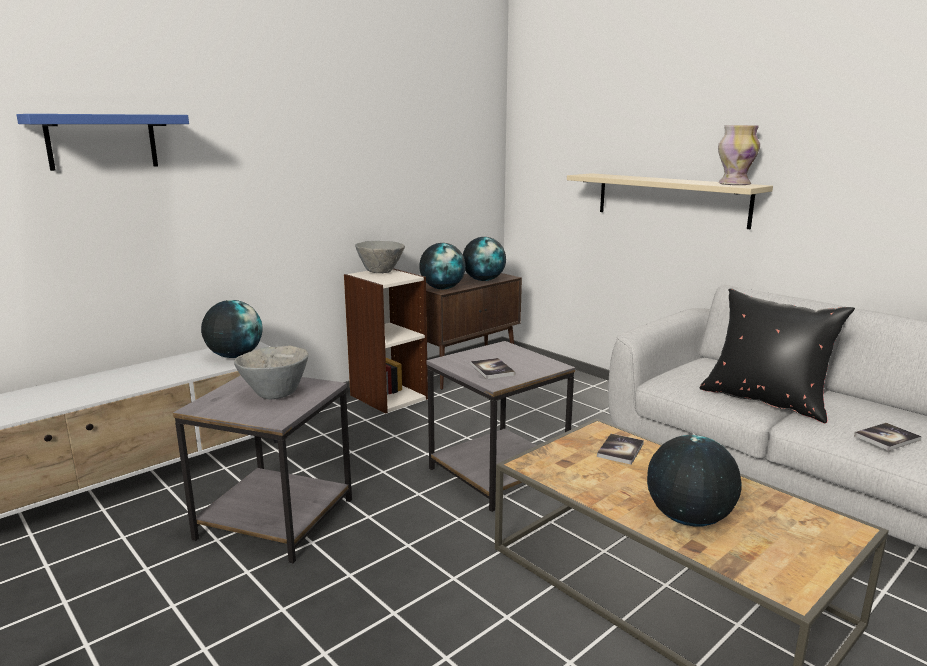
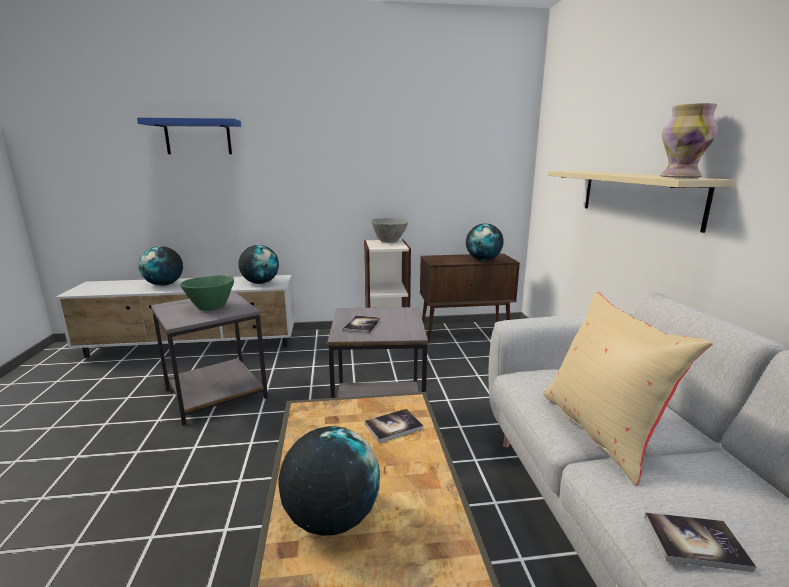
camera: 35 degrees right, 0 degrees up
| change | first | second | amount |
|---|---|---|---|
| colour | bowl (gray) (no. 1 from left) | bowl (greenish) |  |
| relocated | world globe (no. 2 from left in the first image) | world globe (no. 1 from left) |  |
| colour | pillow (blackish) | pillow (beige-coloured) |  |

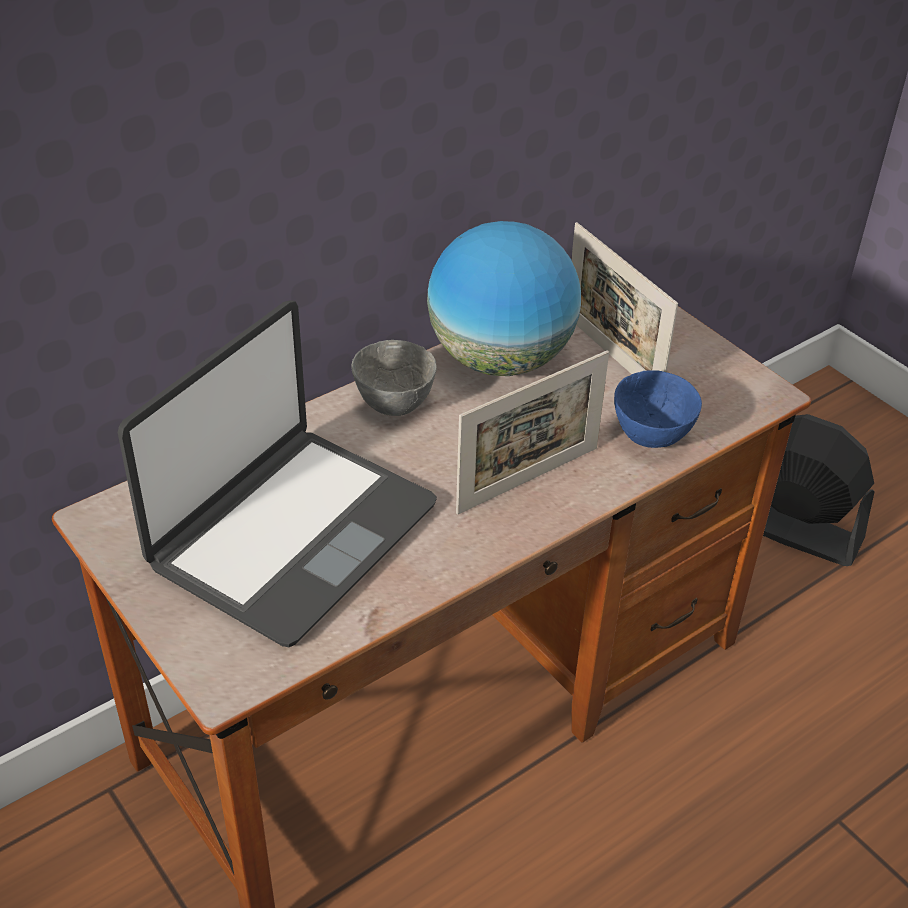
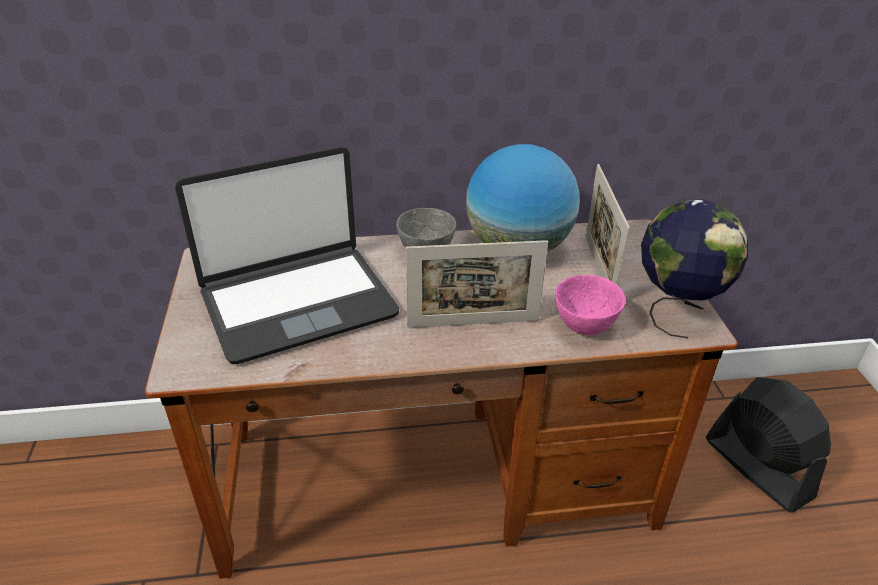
camera: 30 degrees right, 5 degrees down
| change | first | second | amount |
|---|---|---|---|
| colour | bowl (bluish) | bowl (pink) |  |
| appeared |  | world globe (no. 2 from left) |  |

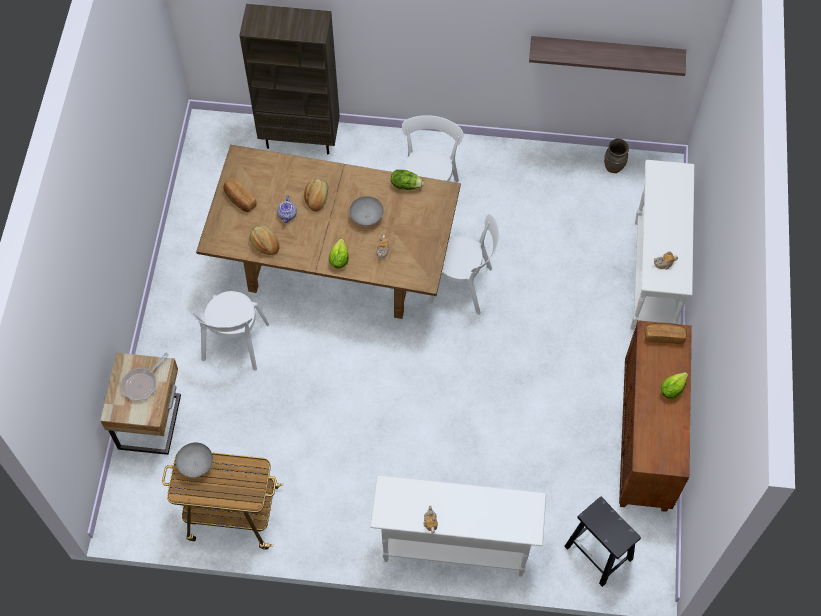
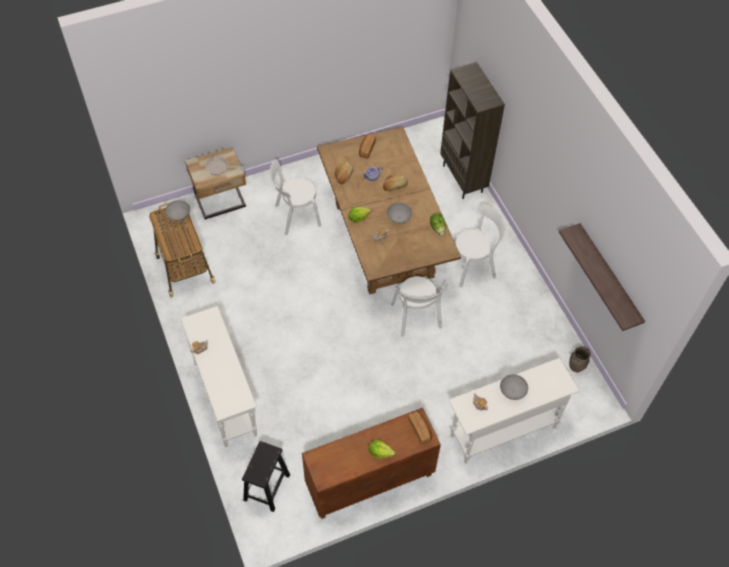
camera: 60 degrees right, 5 degrees down
| change | first | second | amount |
|---|---|---|---|
| appeared |  | bowl (gray) (no. 3 from left) |  |

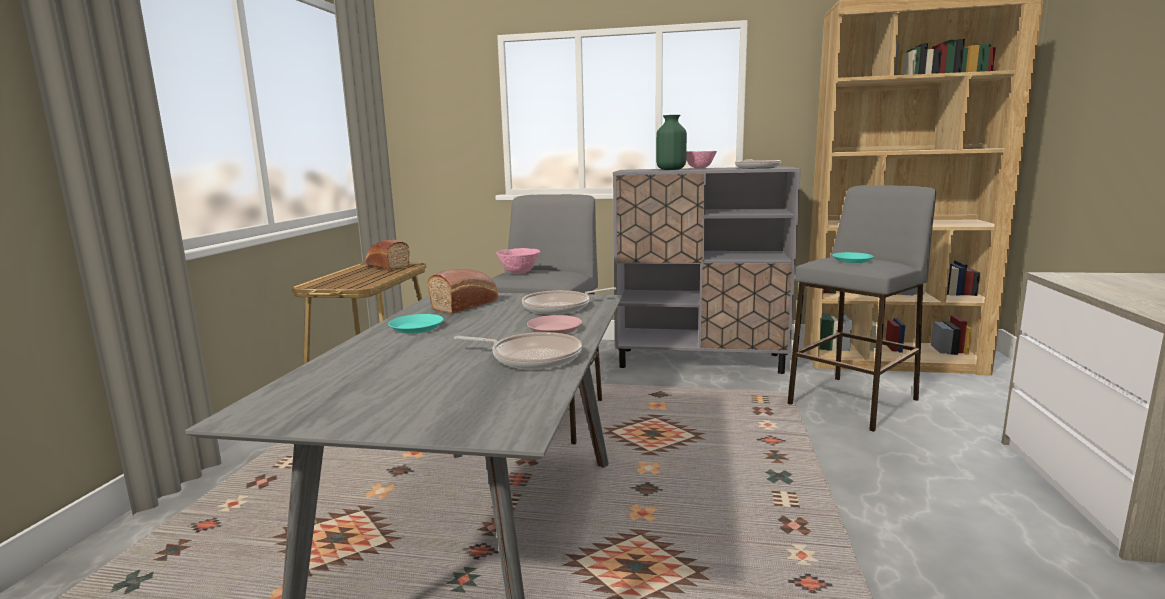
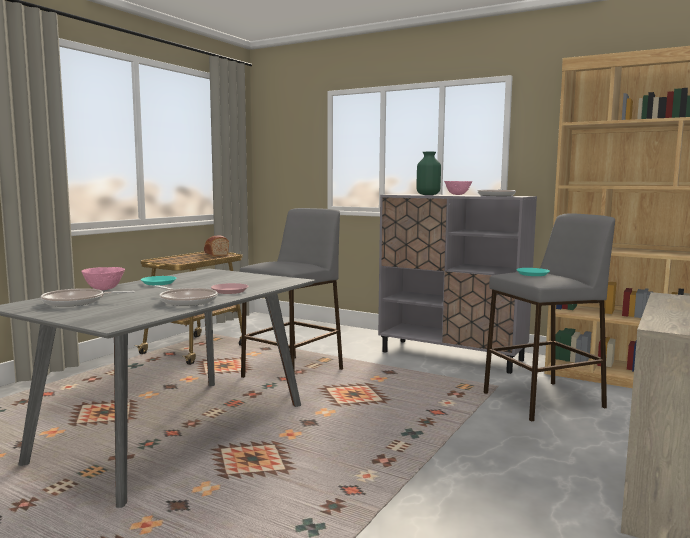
camera: 20 degrees right, 5 degrees down
| change | first | second | amount |
|---|---|---|---|
| missing | bakery bread (no. 2 from left) |  |  |
| relocated | bowl (pink) (no. 1 from left) |  |  |
| relocated | frying pan (no. 2 from left in the first image) | frying pan (no. 1 from left) |  |

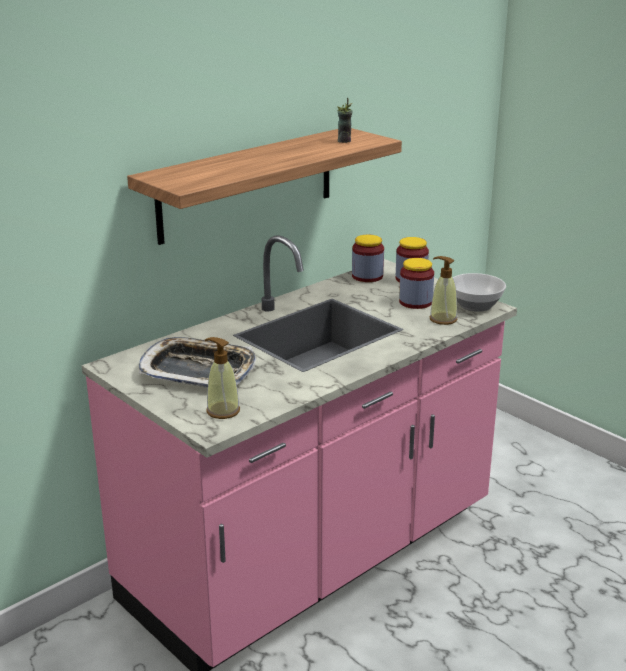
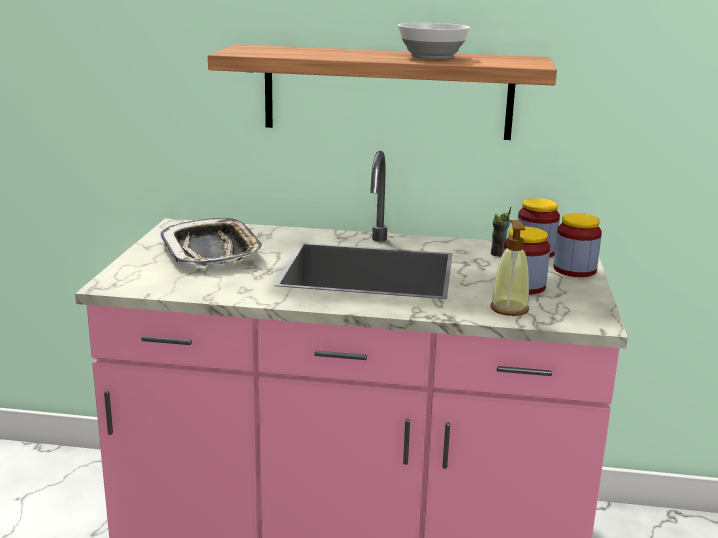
camera: 50 degrees right, 5 degrees down
| change | first | second | amount |
|---|---|---|---|
| missing | soap dispenser (no. 1 from left) |  |  |
| relocated | small cup |  |  |
| relocated | bowl |  |  |

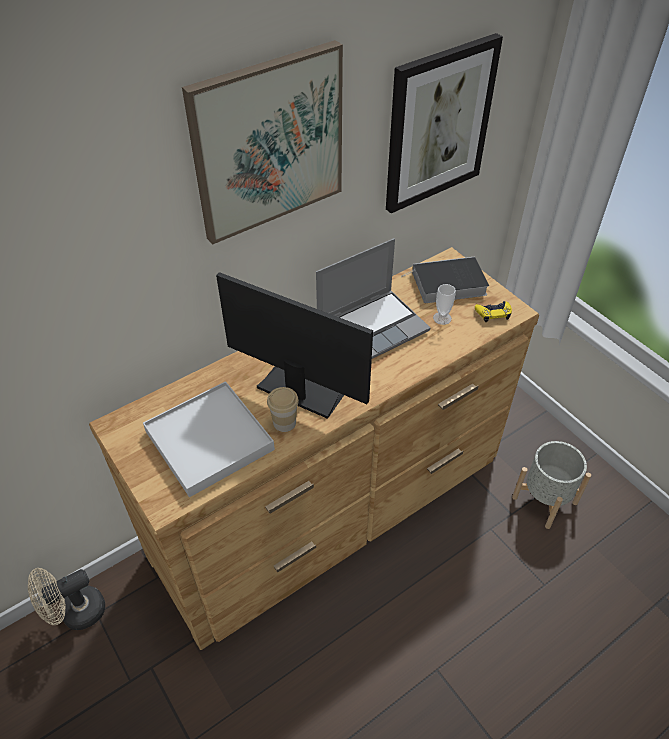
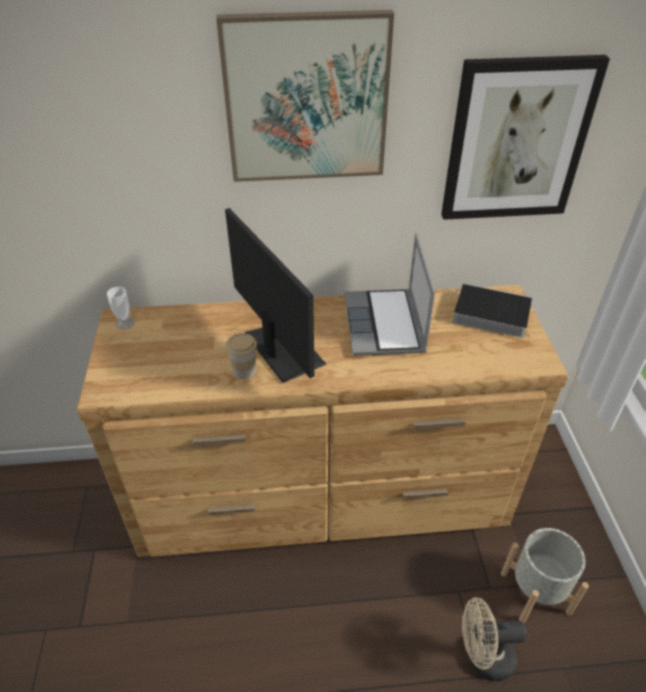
camera: 30 degrees right, 5 degrees down
| change | first | second | amount |
|---|---|---|---|
| relocated | electric fan (beige-coloured) |  |  |
| missing | tray (whitish) |  |  |
| spun | laptop |  | 90 degrees clockwise |
| relocated | small cup (no. 2 from left in the first image) | small cup (no. 1 from left) |  |
| missing | gamepad (yellow) |  |  |

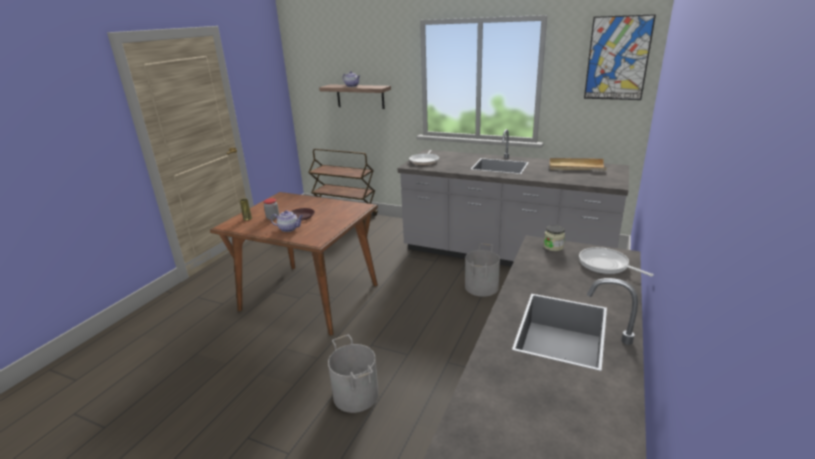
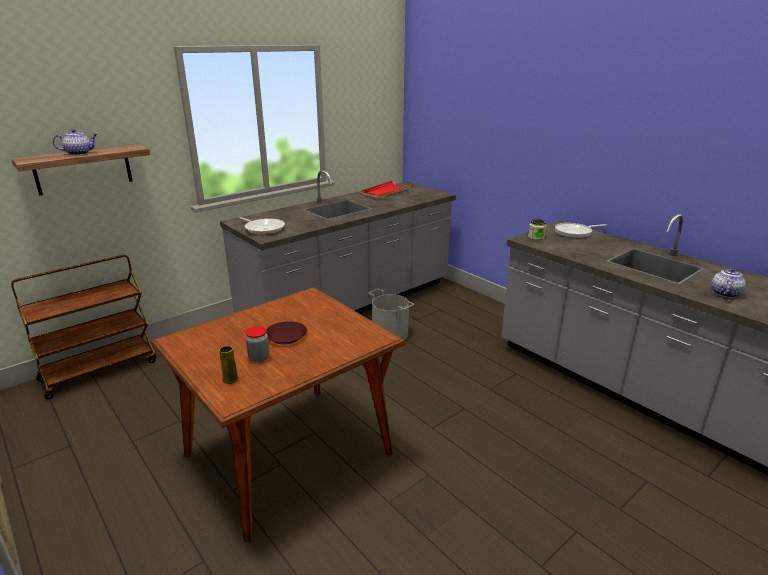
camera: 65 degrees left, 0 degrees up
| change | first | second | amount |
|---|---|---|---|
| relocated | pot for tea (no. 1 from left in the first image) | pot for tea (no. 2 from left) |  |
| missing | water bucket (gray) (no. 1 from left) |  |  |
| colour | tray (beige-coloured) | tray (reddish) |  |
| missing | wall picture |  |  |

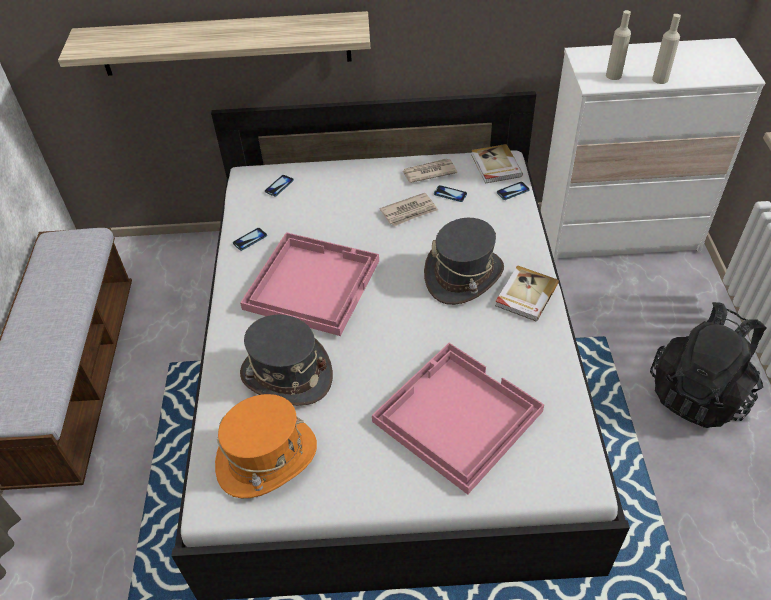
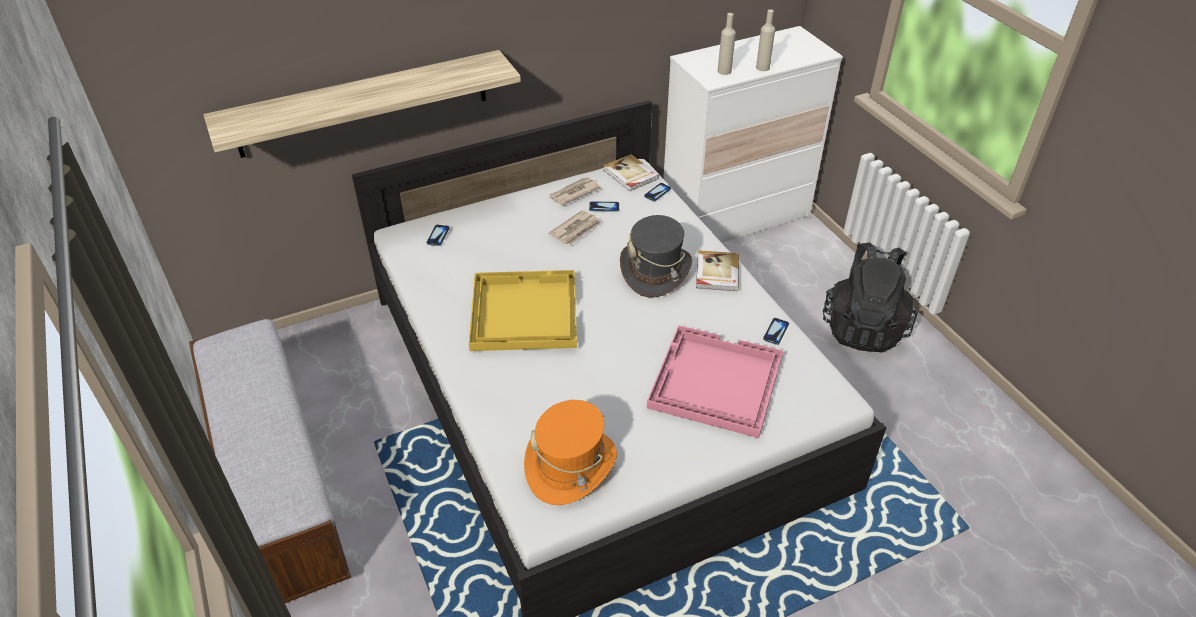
camera: 25 degrees left, 5 degrees down
| change | first | second | amount |
|---|---|---|---|
| relocated | phone (no. 1 from left in the first image) | phone (no. 4 from left) |  |
| colour | tray (pink) (no. 1 from left) | tray (yellow) |  |
| missing | clothing hat (gray) (no. 1 from left) |  |  |

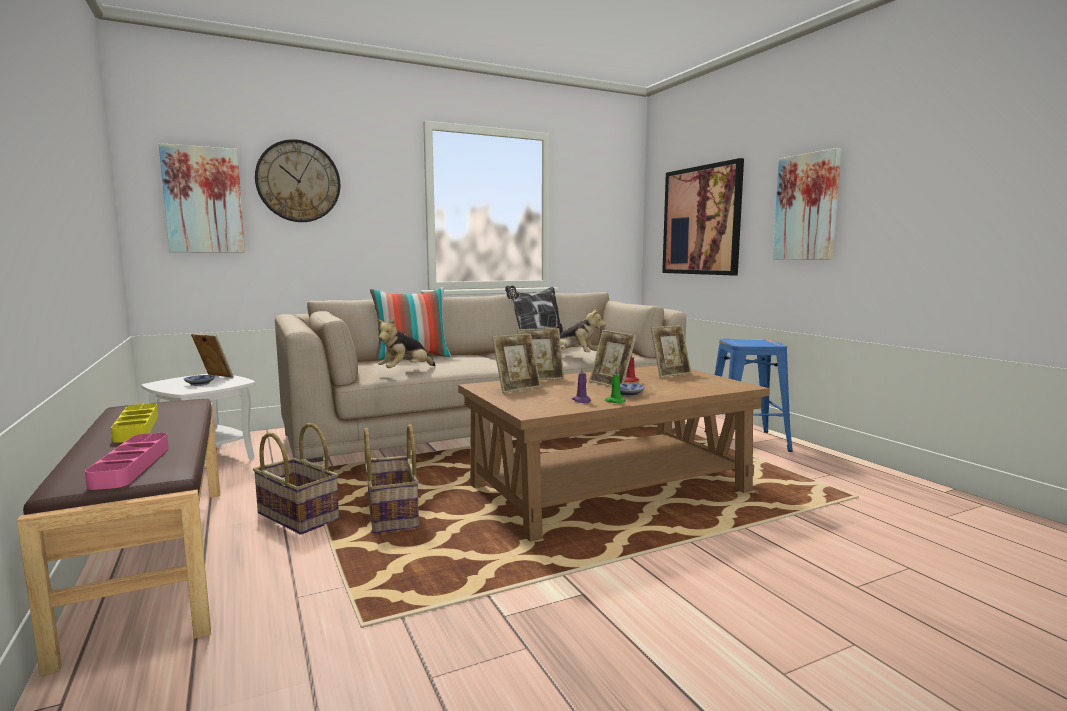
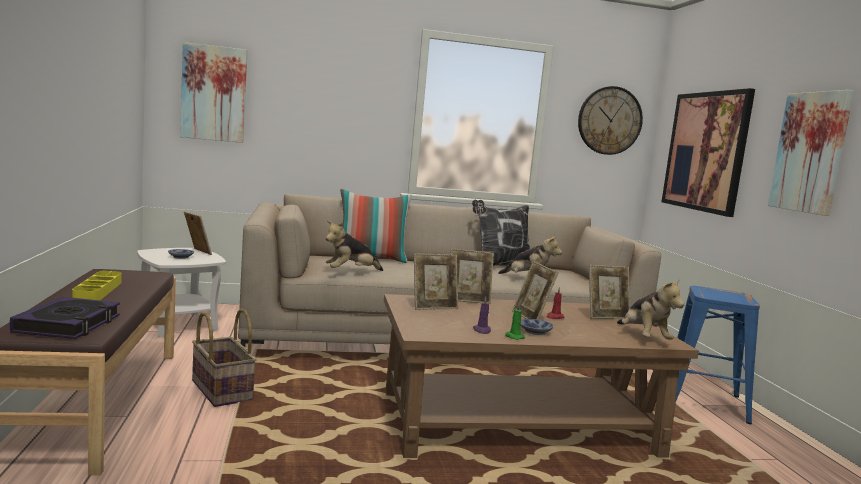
camera: 15 degrees right, 0 degrees up
| change | first | second | amount |
|---|---|---|---|
| exchanged | tray (pink) | book |  |
| relocated | clock on the wall |  |  |
| missing | storage basket (no. 2 from left) |  |  |
| appeared |  | plush toy (no. 3 from left) |  |

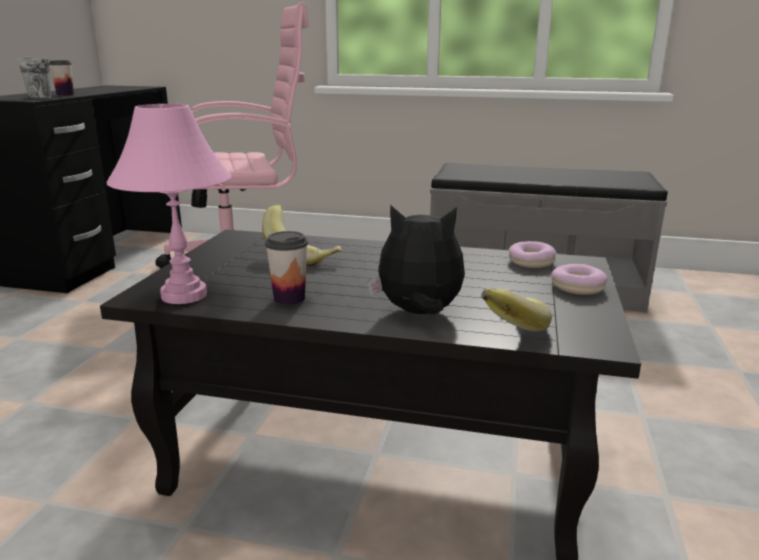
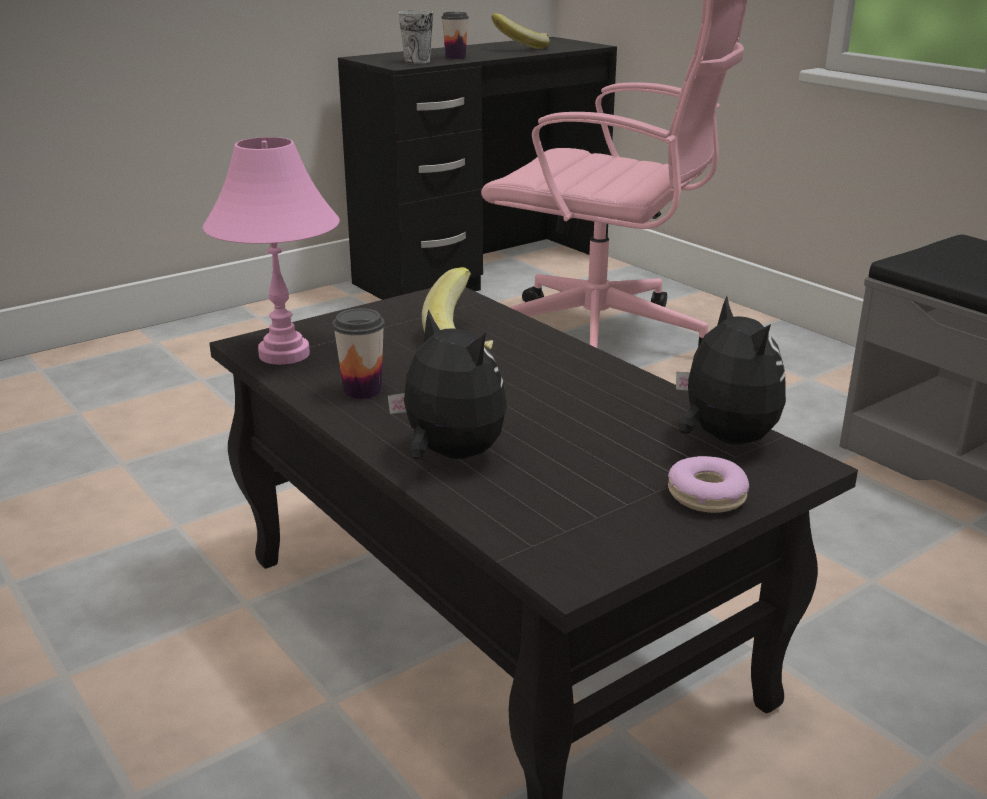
camera: 40 degrees right, 5 degrees up
| change | first | second | amount |
|---|---|---|---|
| relocated | whole banana (no. 2 from left) |  |  |
| exchanged | ring doughnut (no. 1 from left) | plush toy (no. 2 from left) |  |

